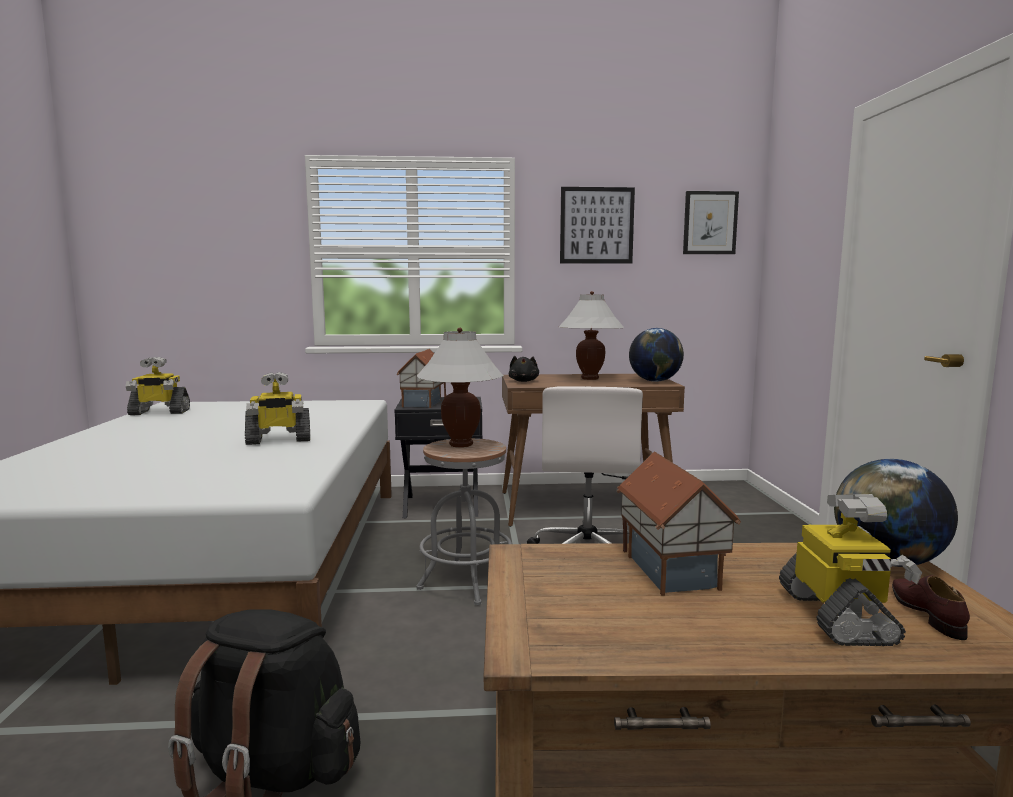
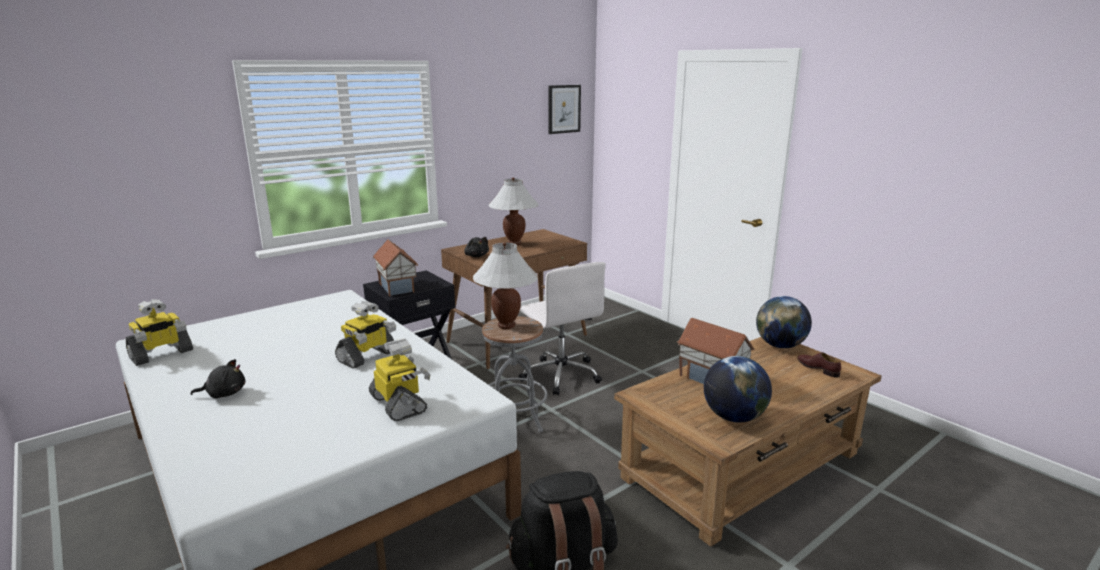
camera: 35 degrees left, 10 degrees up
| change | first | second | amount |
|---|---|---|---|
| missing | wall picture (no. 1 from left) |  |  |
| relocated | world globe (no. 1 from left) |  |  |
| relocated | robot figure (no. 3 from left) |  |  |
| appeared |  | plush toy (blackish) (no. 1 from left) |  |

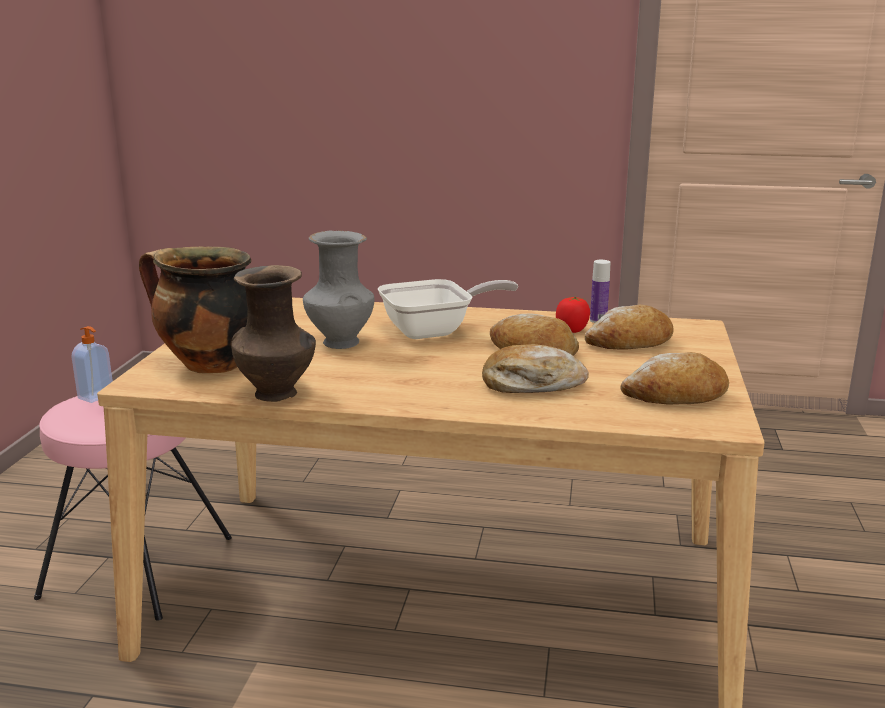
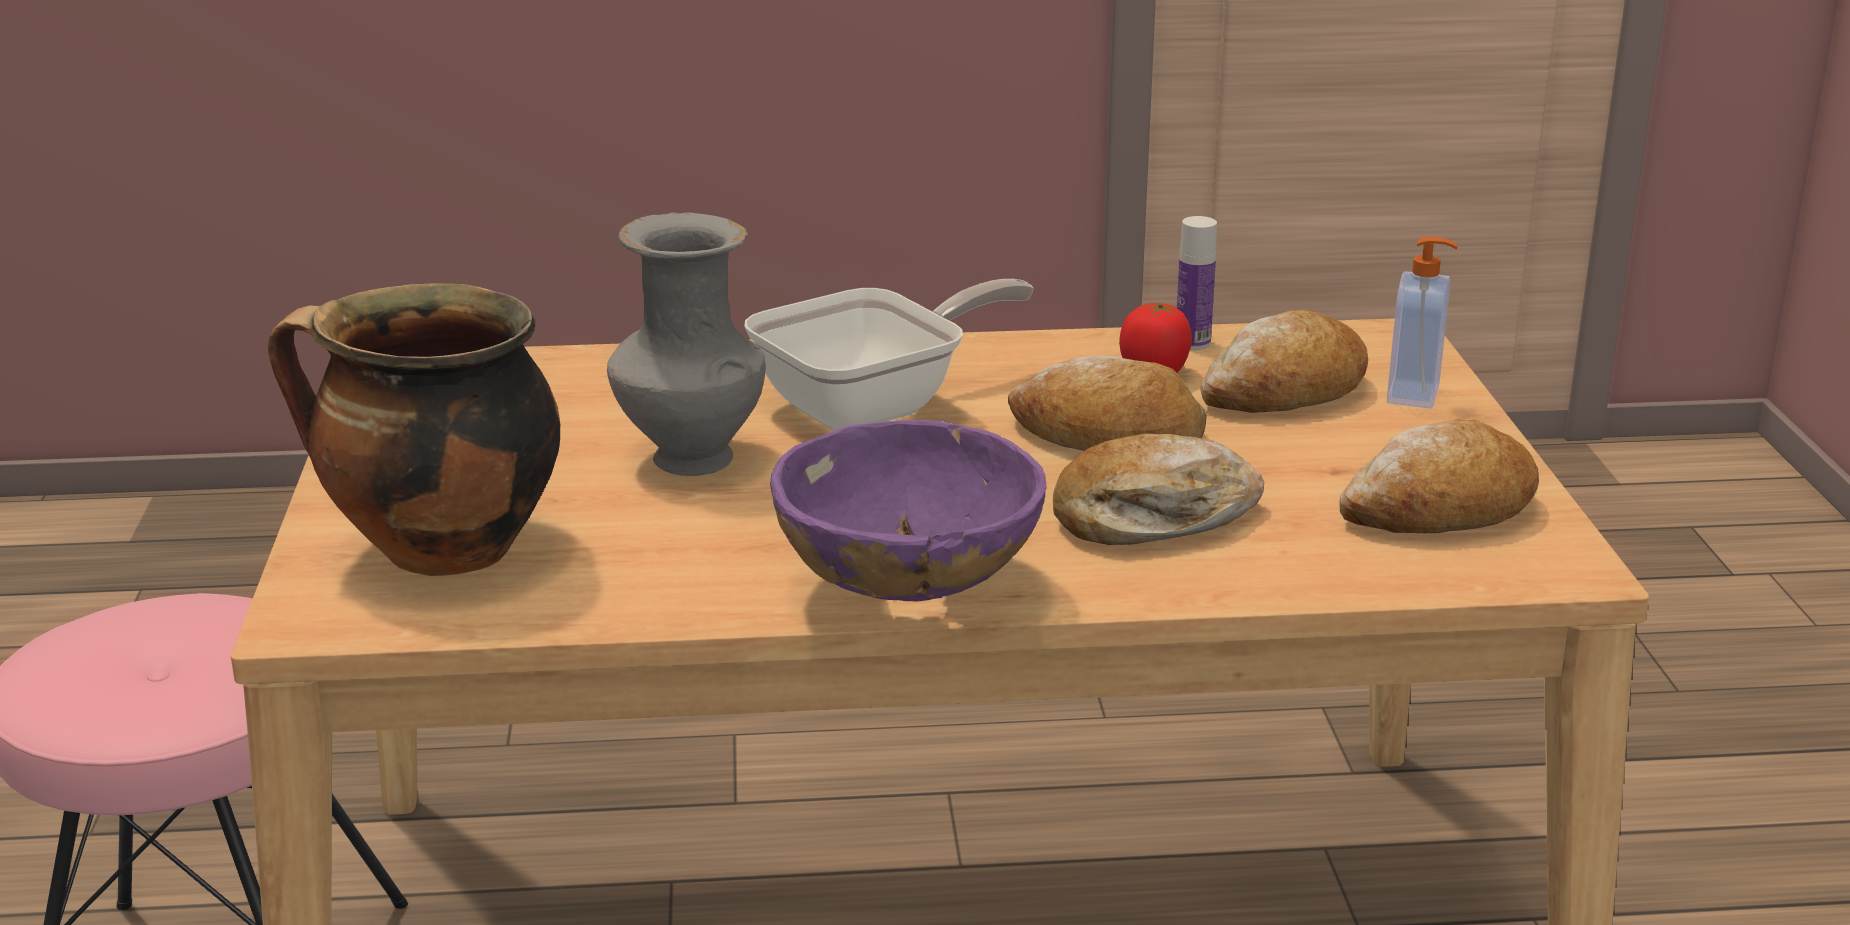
camera: 15 degrees left, 5 degrees up
| change | first | second | amount |
|---|---|---|---|
| relocated | soap dispenser |  |  |
| missing | vase (brownish) |  |  |
| appeared |  | bowl (purplish) |  |

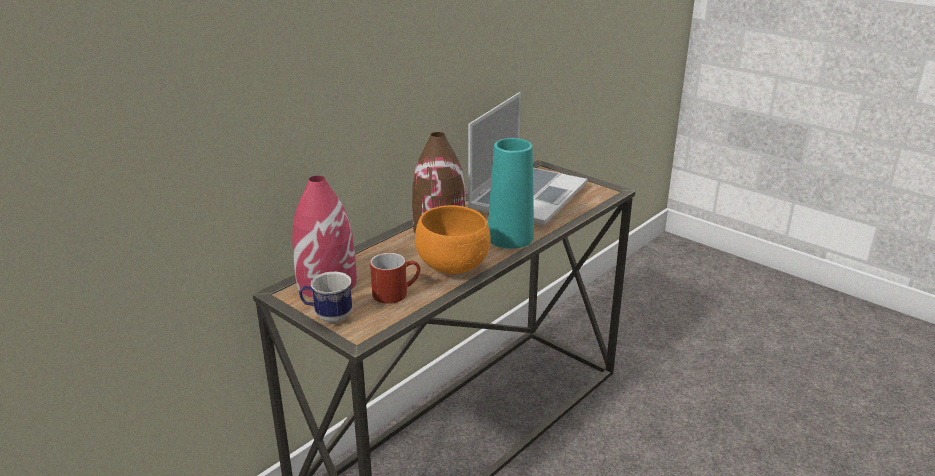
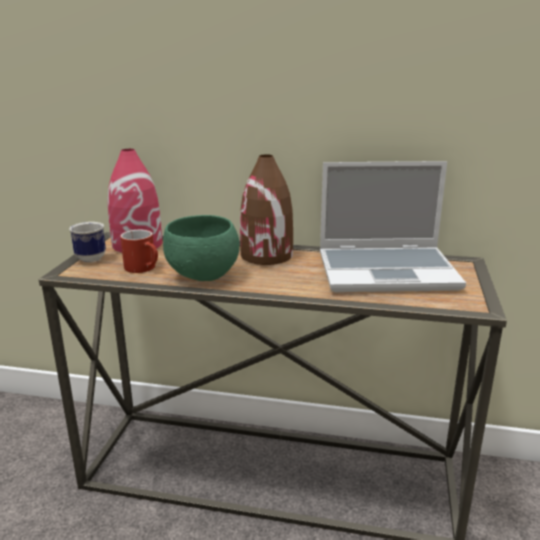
camera: 60 degrees right, 5 degrees down
| change | first | second | amount |
|---|---|---|---|
| colour | bowl (orangey) | bowl (greenish) |  |
| missing | vase (turquoise-coloured) |  |  |

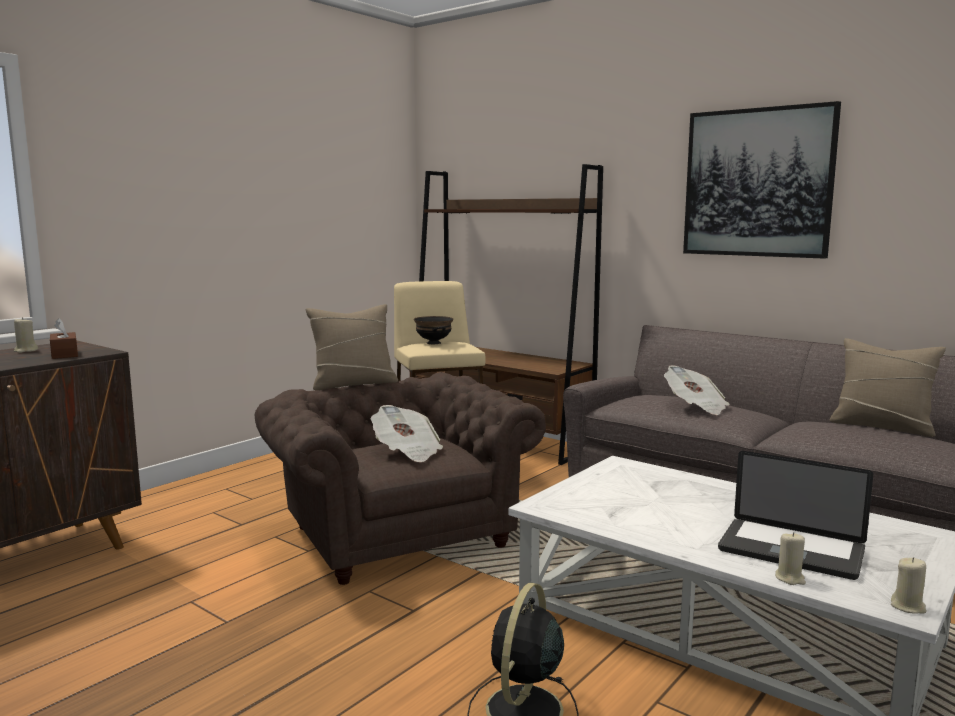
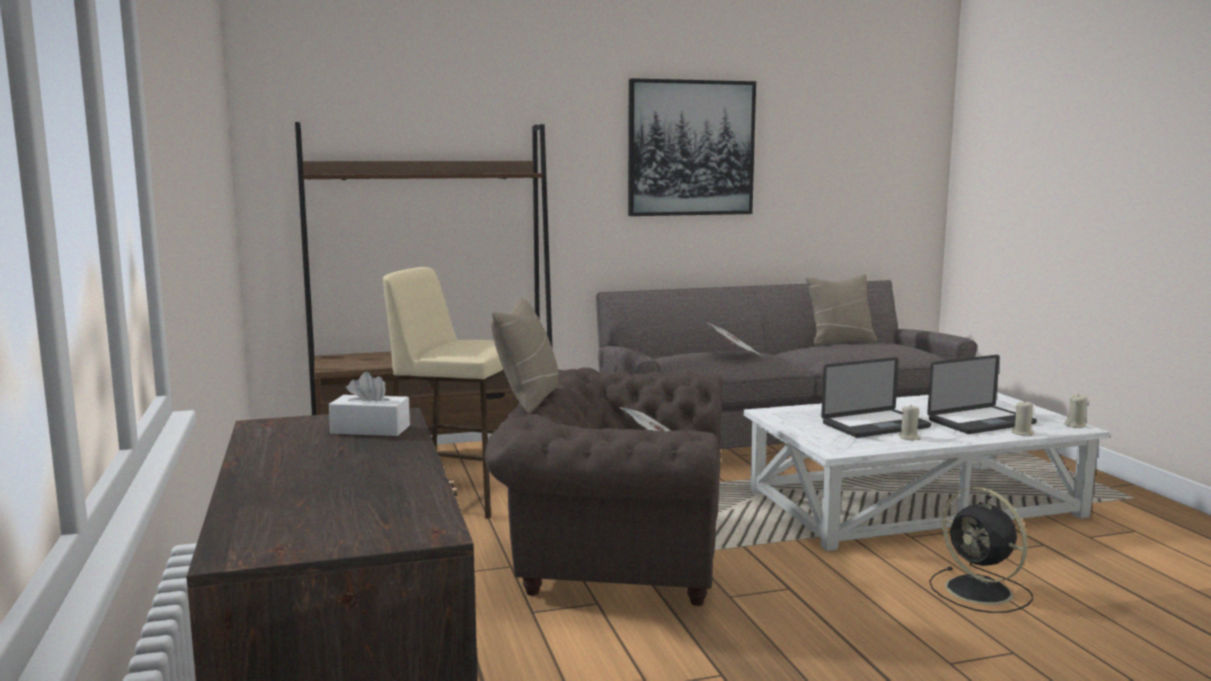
camera: 55 degrees left, 0 degrees up
| change | first | second | amount |
|---|---|---|---|
| relocated | wax light (beige-coloured) (no. 1 from left) |  |  |
| colour | tissue box (brownish) | tissue box (whitish) |  |
| missing | bowl (blackish) |  |  |
| appeared |  | laptop (no. 1 from left) |  |

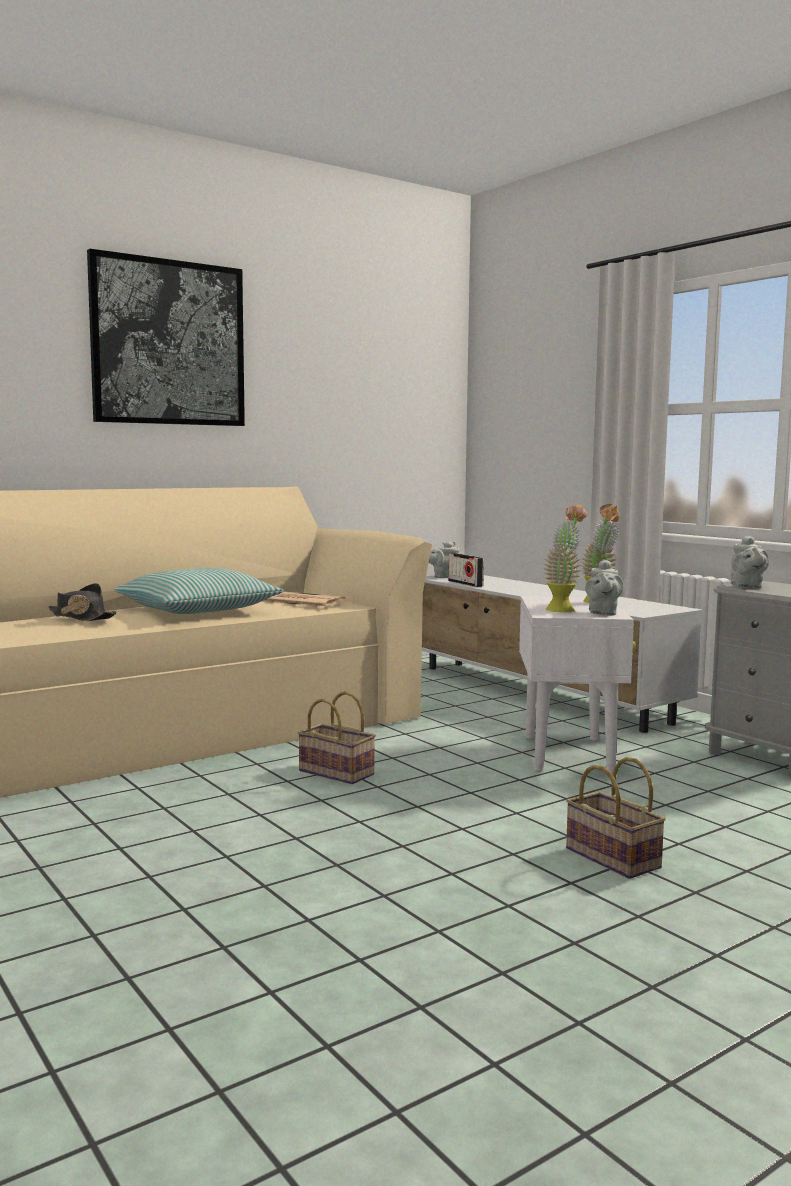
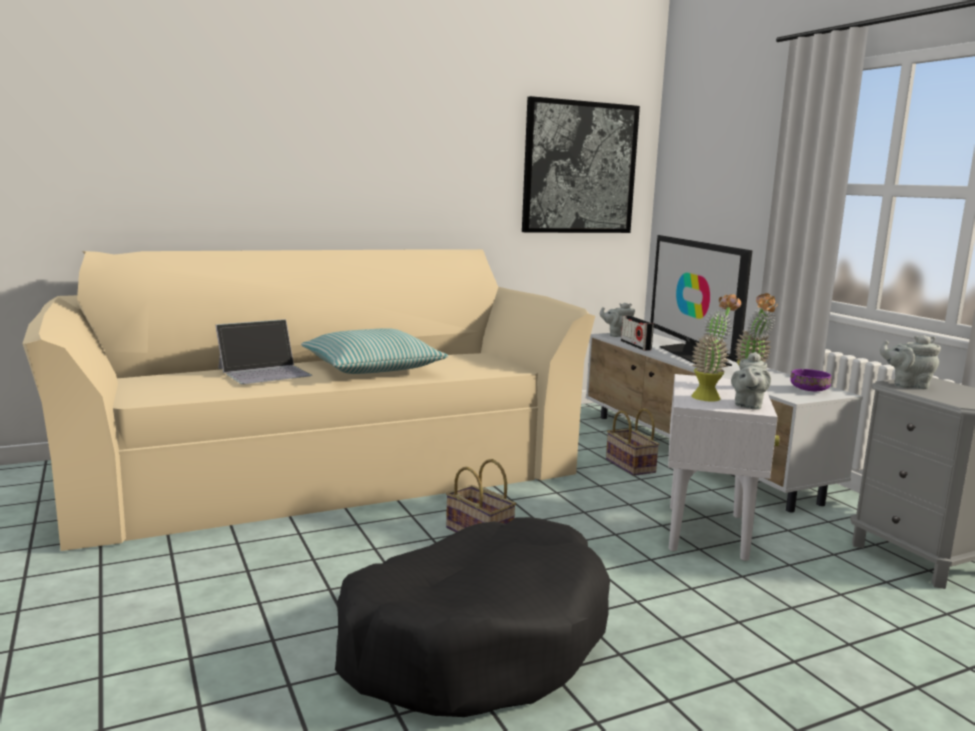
camera: 10 degrees right, 5 degrees up
| change | first | second | amount |
|---|---|---|---|
| exchanged | clothing hat (blackish) | laptop |  |
| relocated | wall picture |  |  |
| missing | printed paper |  |  |
| relocated | storage basket (no. 2 from left) |  |  |
| spun | pot for tea (gray) (no. 3 from left) |  | 90 degrees clockwise |
| appeared |  | dog bed (blackish) |  |
| appeared |  | TV set |  |
| appeared |  | bowl (purplish) |  |

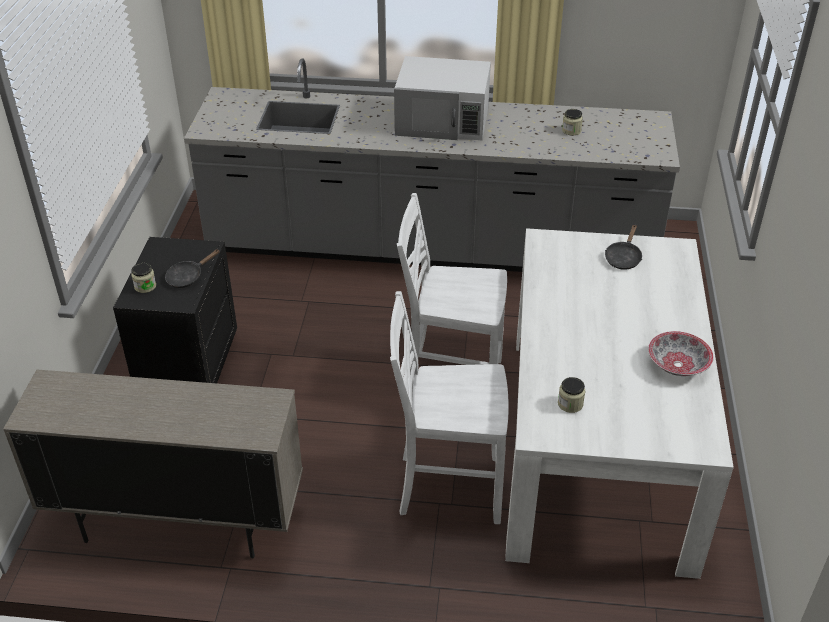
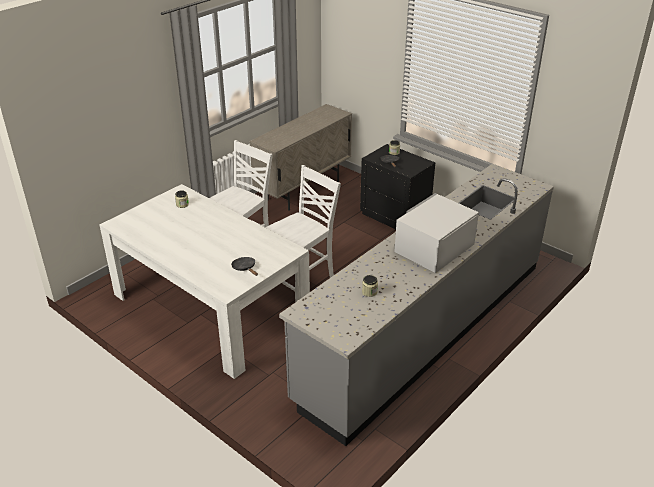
camera: 125 degrees right, 5 degrees down
| change | first | second | amount |
|---|---|---|---|
| missing | bowl |  |  |

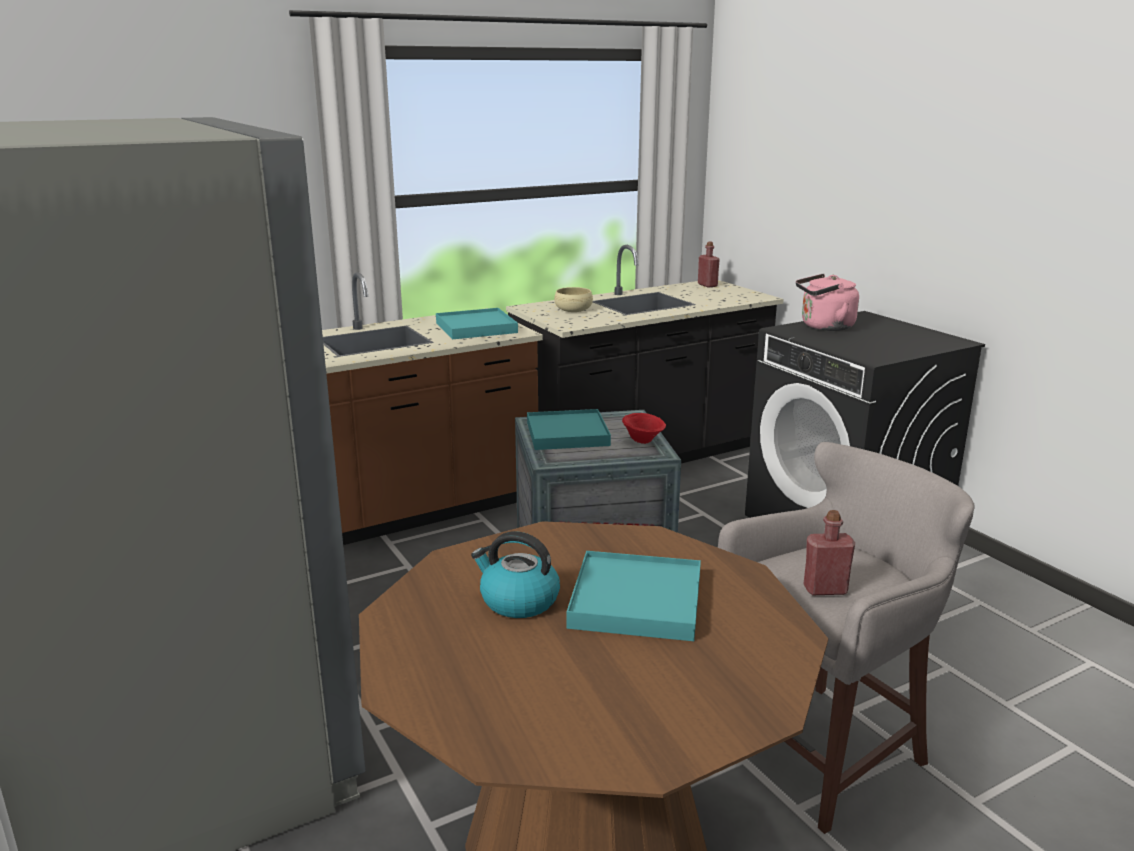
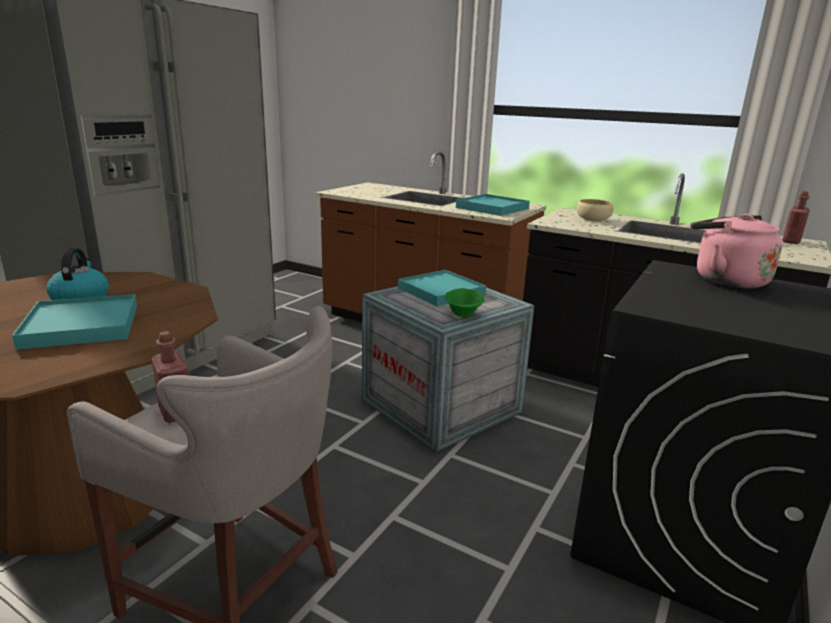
camera: 60 degrees right, 0 degrees up
| change | first | second | amount |
|---|---|---|---|
| colour | bowl (reddish) | bowl (greenish) |  |

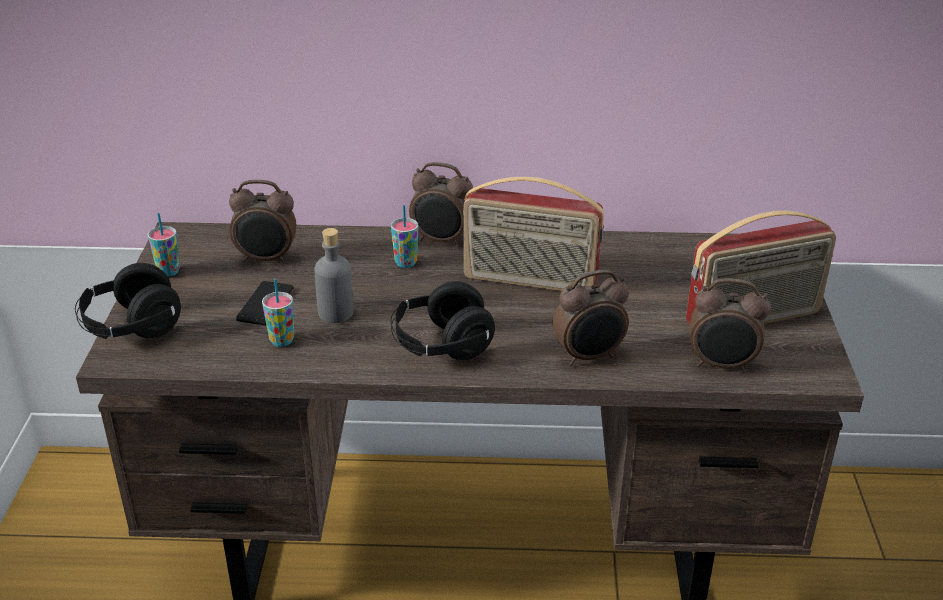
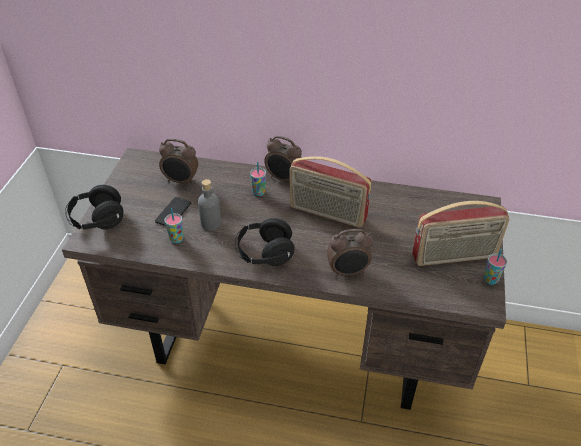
camera: 10 degrees right, 10 degrees up
| change | first | second | amount |
|---|---|---|---|
| relocated | small cup (no. 1 from left in the first image) | small cup (no. 3 from left) |  |
| missing | alarm clock (no. 4 from left) |  |  |

